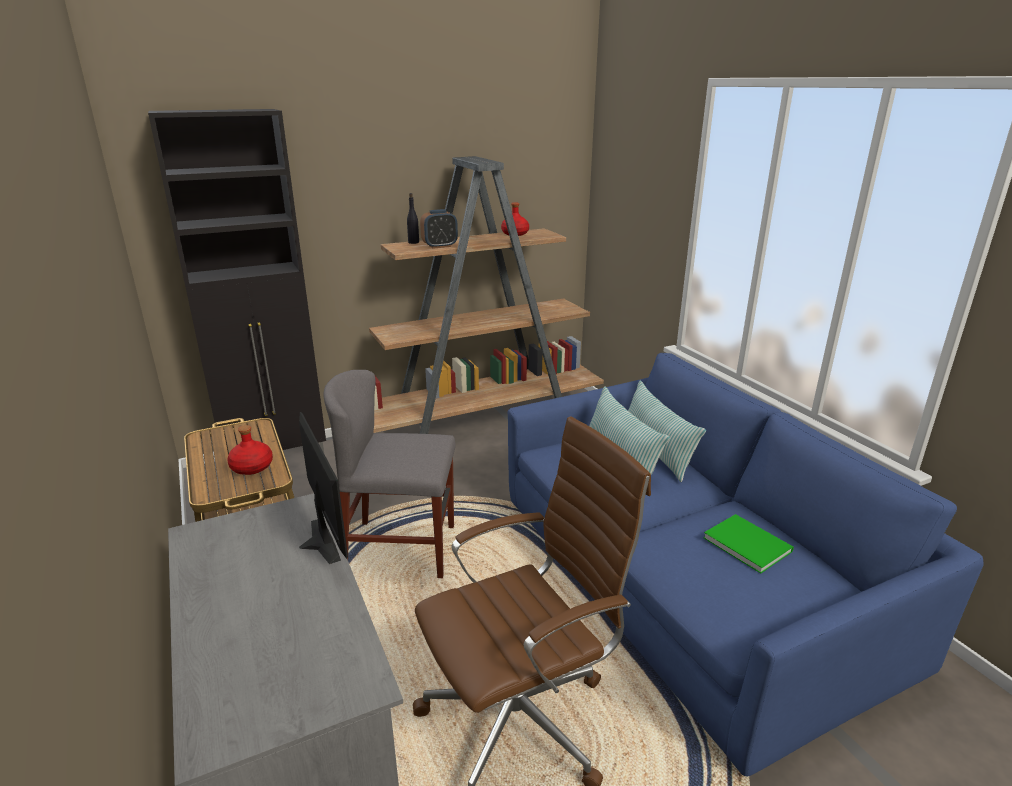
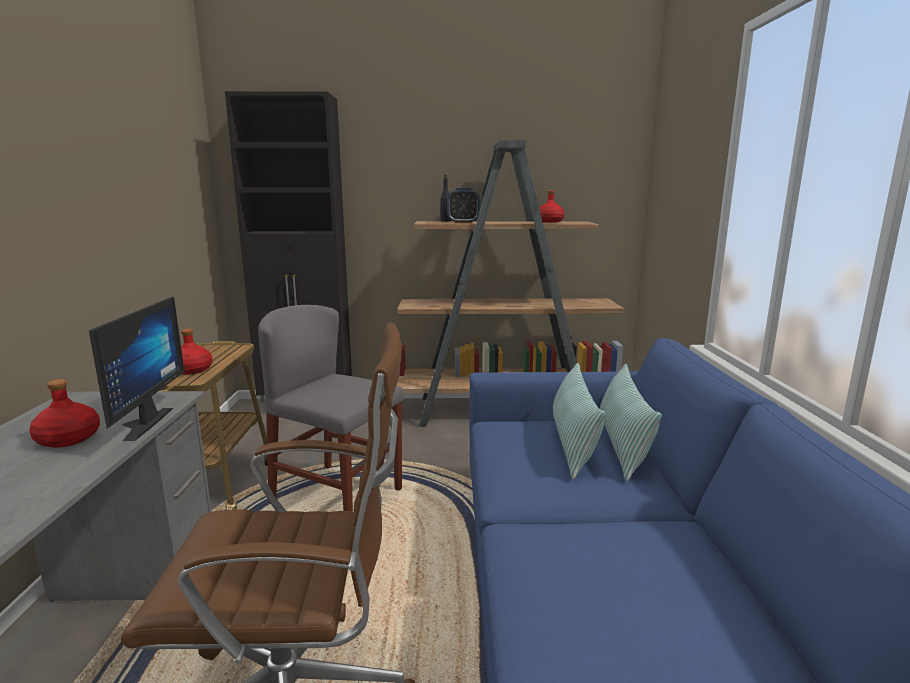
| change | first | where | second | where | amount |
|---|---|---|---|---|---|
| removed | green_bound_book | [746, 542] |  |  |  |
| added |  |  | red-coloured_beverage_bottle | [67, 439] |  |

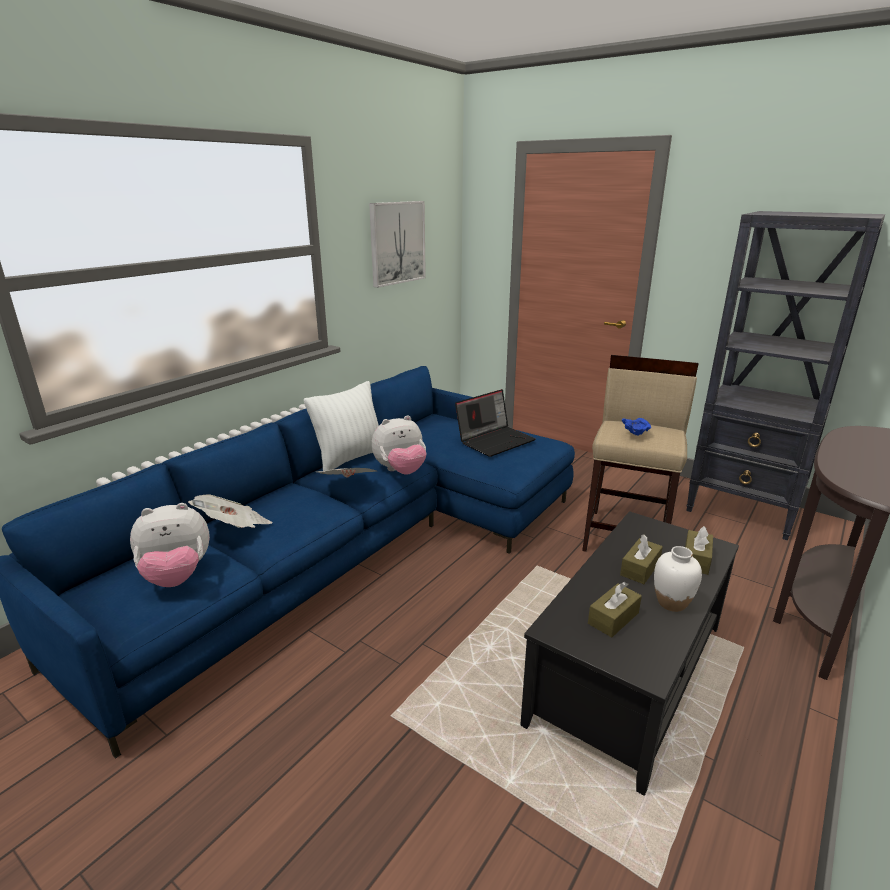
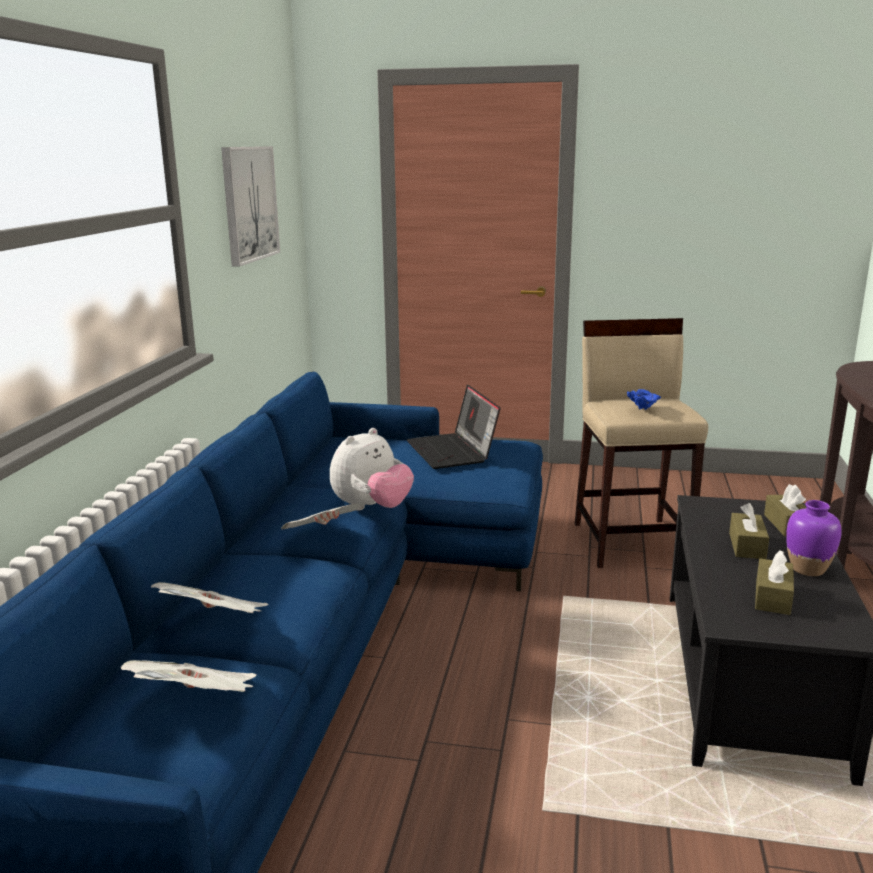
| change | first | where | second | where | amount |
|---|---|---|---|---|---|
| removed | black_shelving_unit | [743, 510] |  |  |  |
| removed | whitish_cushion | [350, 458] |  |  |  |
| turned | portable_computer | [495, 440] |  | [453, 452] | 135 degrees clockwise |
| replaced | cuddly_toy | [177, 576] | daily_paper | [199, 703] |  |
| recoloured | whitish_vase | [671, 603] | purplish_vase | [807, 569] |  |

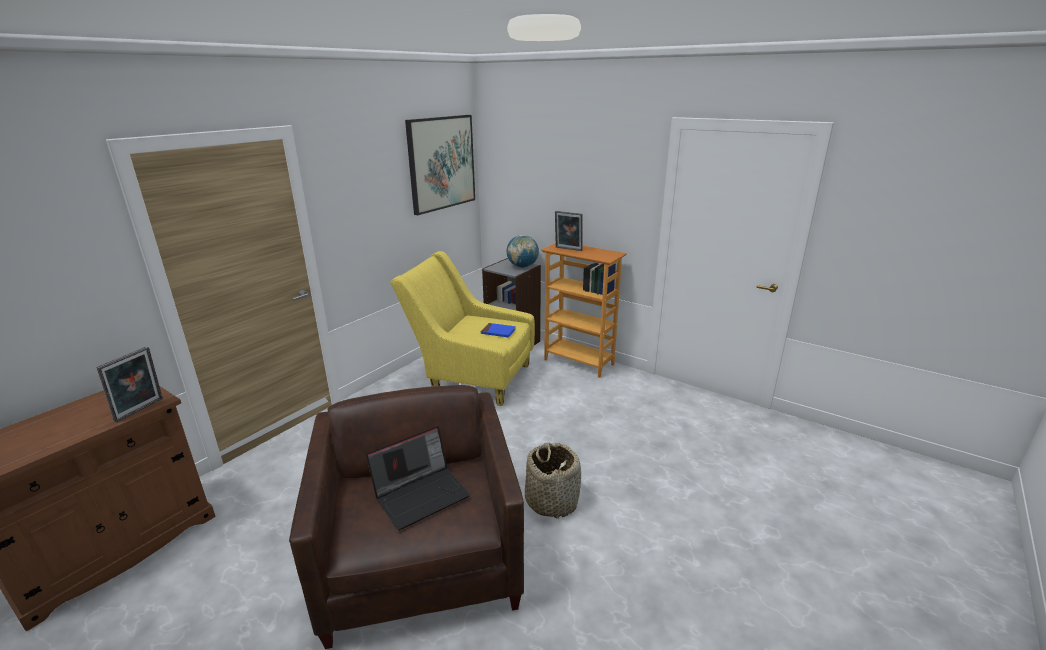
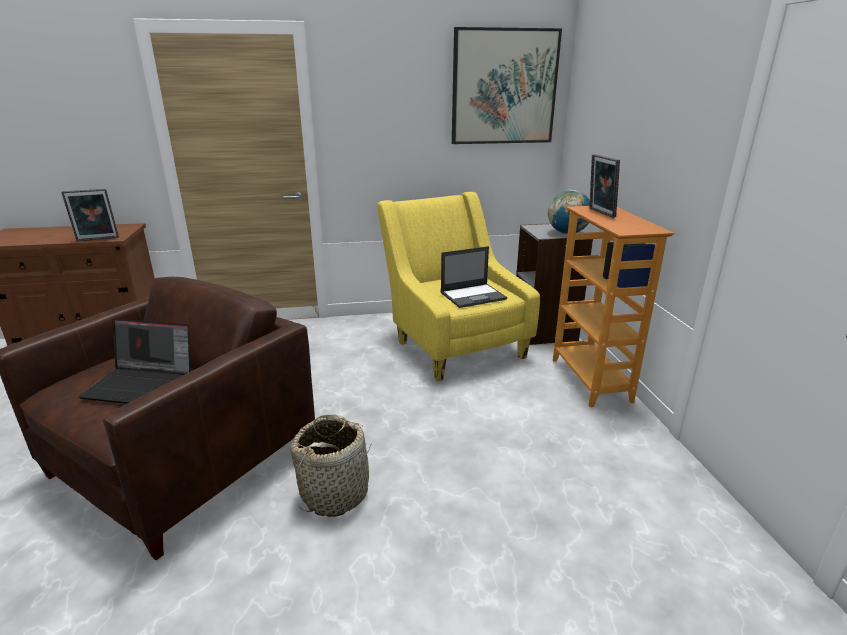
| change | first | where | second | where | amount |
|---|---|---|---|---|---|
| replaced | blue-coloured_bound_book | [498, 332] | portable_computer | [473, 295] |  |

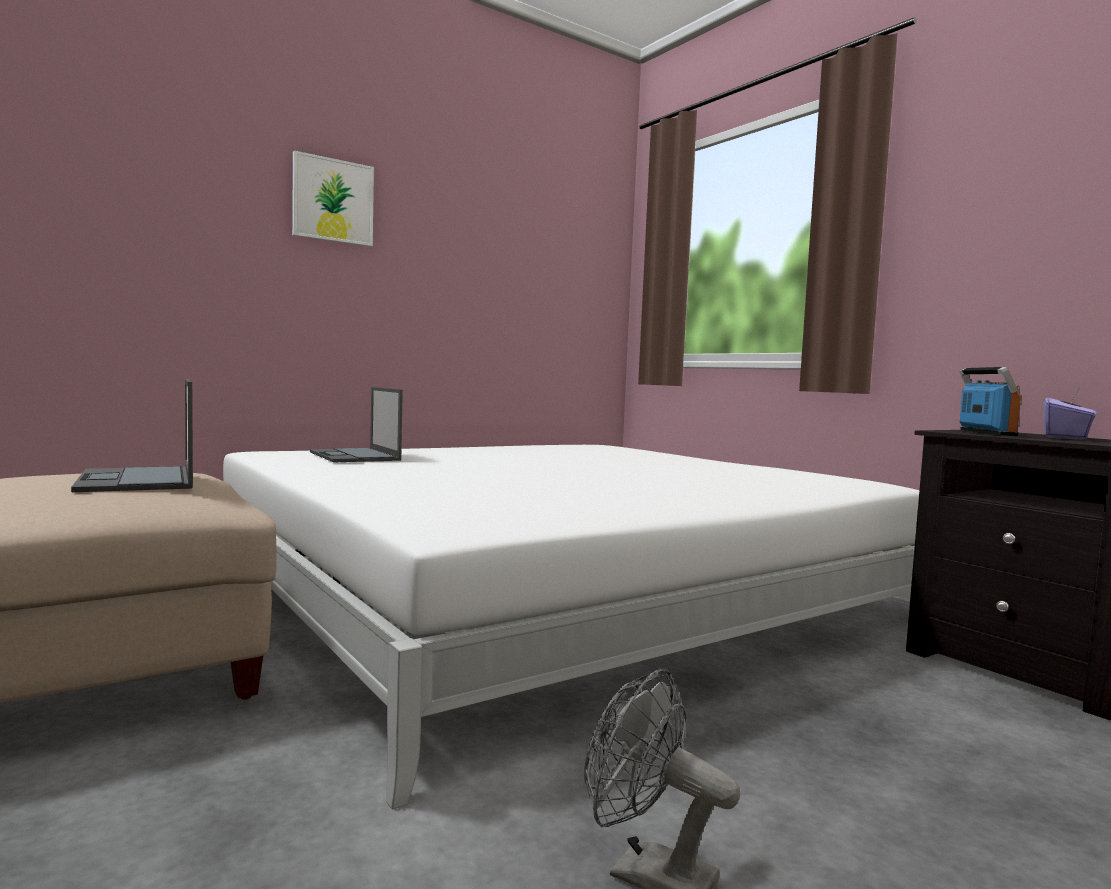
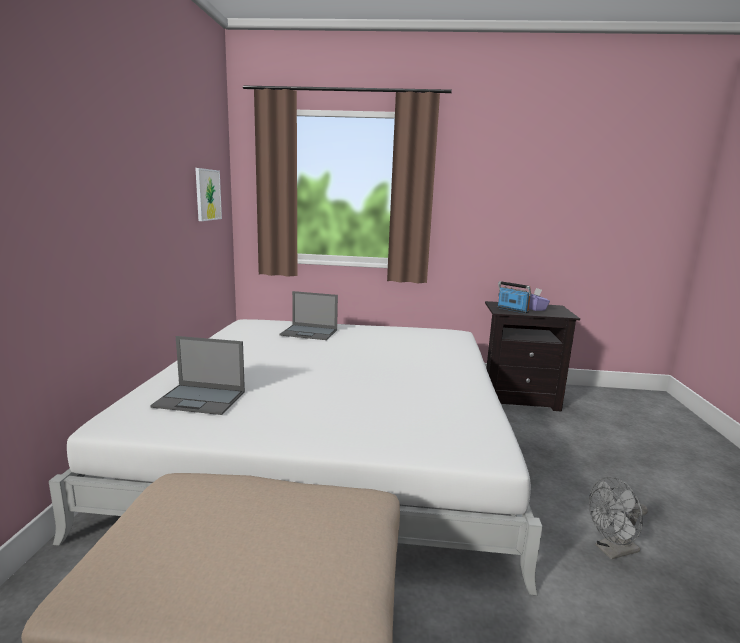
| change | first | where | second | where | amount |
|---|---|---|---|---|---|
| moved | wall_art | [333, 200] |  | [207, 194] |  |
| moved | portable_computer | [138, 480] |  | [309, 332] |  |

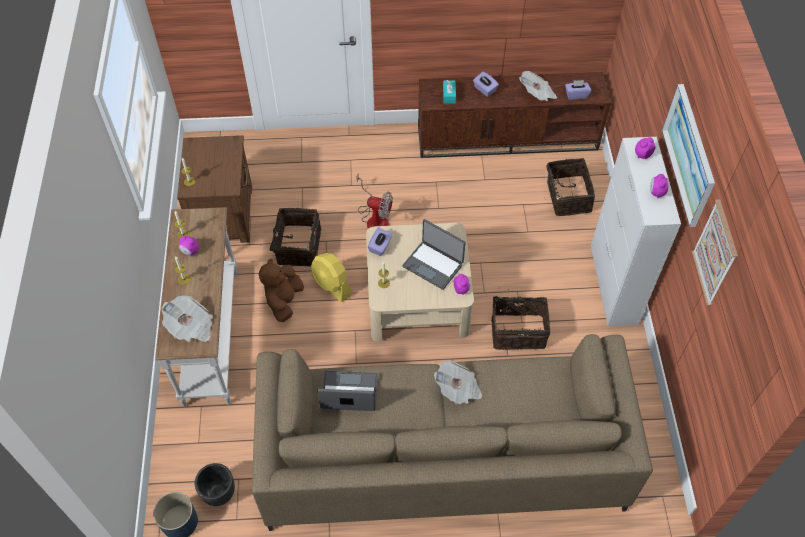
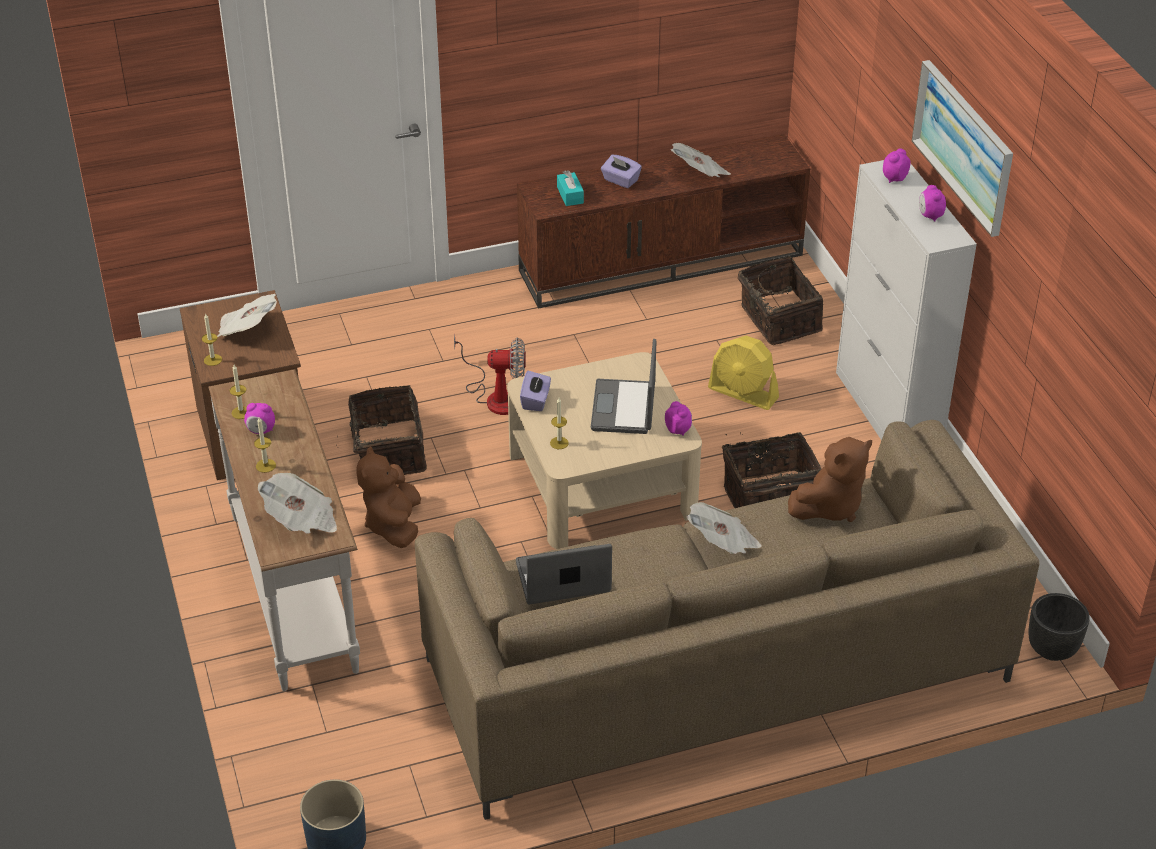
| change | first | where | second | where | amount |
|---|---|---|---|---|---|
| removed | purplish_tissue_holder | [576, 95] |  |  |  |
| removed | wall_art | [715, 253] |  |  |  |
| turned | portable_computer | [433, 265] |  | [625, 408] | 75 degrees clockwise |
| moved | yellow_cooling_fan | [331, 285] |  | [743, 393] |  |
| moved | black_planter | [218, 493] |  | [1052, 649] |  |
| added |  |  | daily_paper | [247, 329] |  |
| added |  |  | brownish_cuddly_toy | [830, 506] |  |

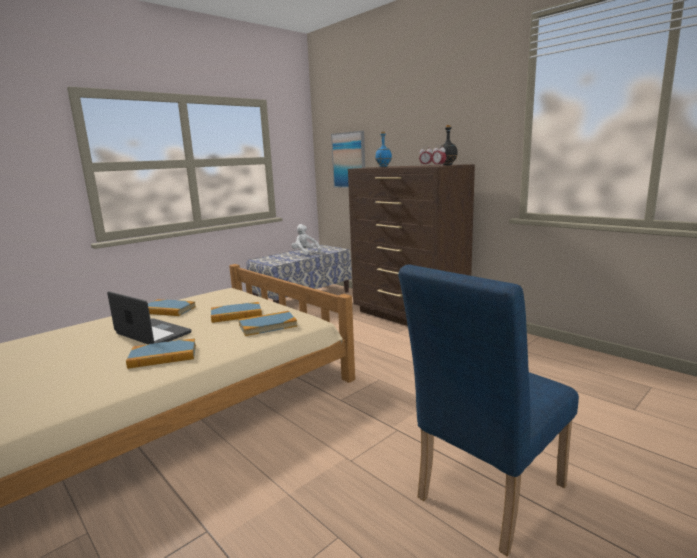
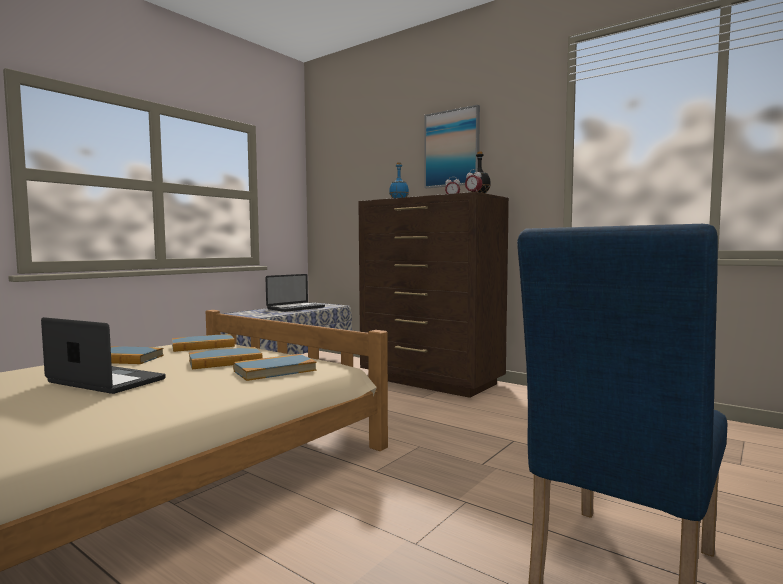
| change | first | where | second | where | amount |
|---|---|---|---|---|---|
| moved | wall_art | [349, 160] |  | [452, 148] |  |
| replaced | whitish_cuddly_toy | [305, 253] | portable_computer | [296, 308] |  |
| moved | bound_book | [163, 356] |  | [203, 346] |  |

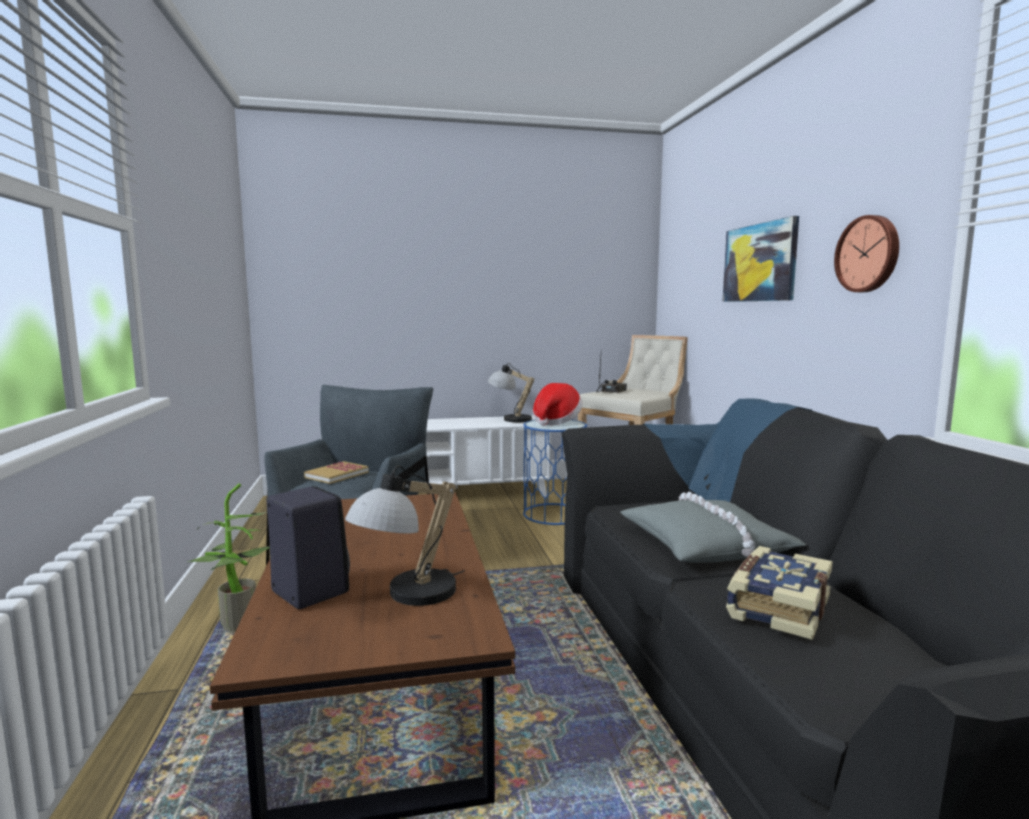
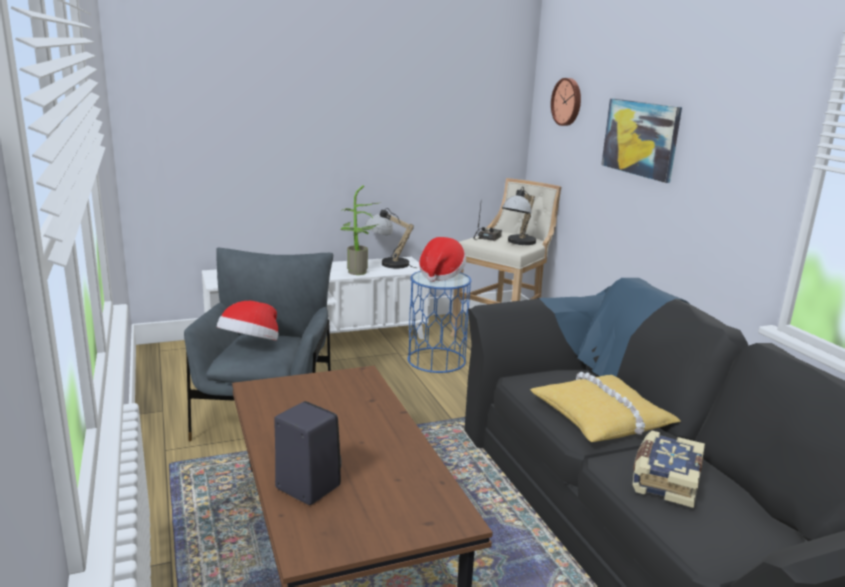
| change | first | where | second | where | amount |
|---|---|---|---|---|---|
| moved | wall_clock | [869, 254] |  | [567, 102] |  |
| replaced | bound_book | [337, 475] | clothing_hat | [250, 345] |  |
| moved | tabletop_lamp | [408, 597] |  | [518, 243] |  |
| moved | plant_in_a_pot | [236, 628] |  | [357, 273] |  |
| recoloured | grey_cushion | [706, 544] | yellow_cushion | [601, 418] |  |

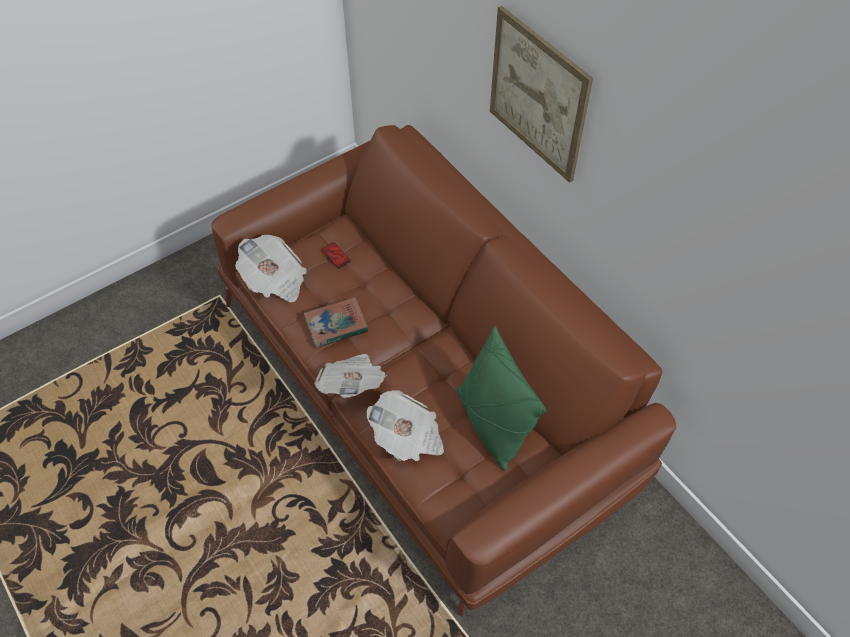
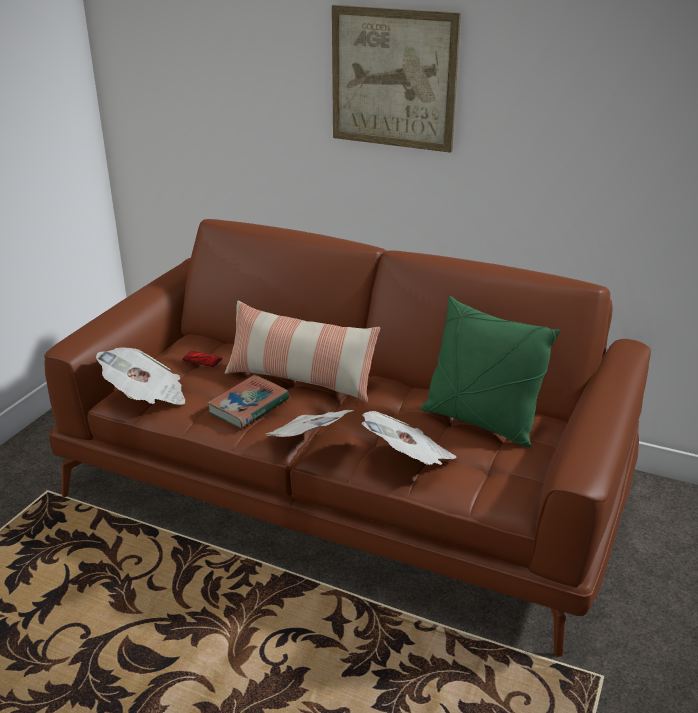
| change | first | where | second | where | amount |
|---|---|---|---|---|---|
| added |  |  | cushion | [300, 379] |  |

